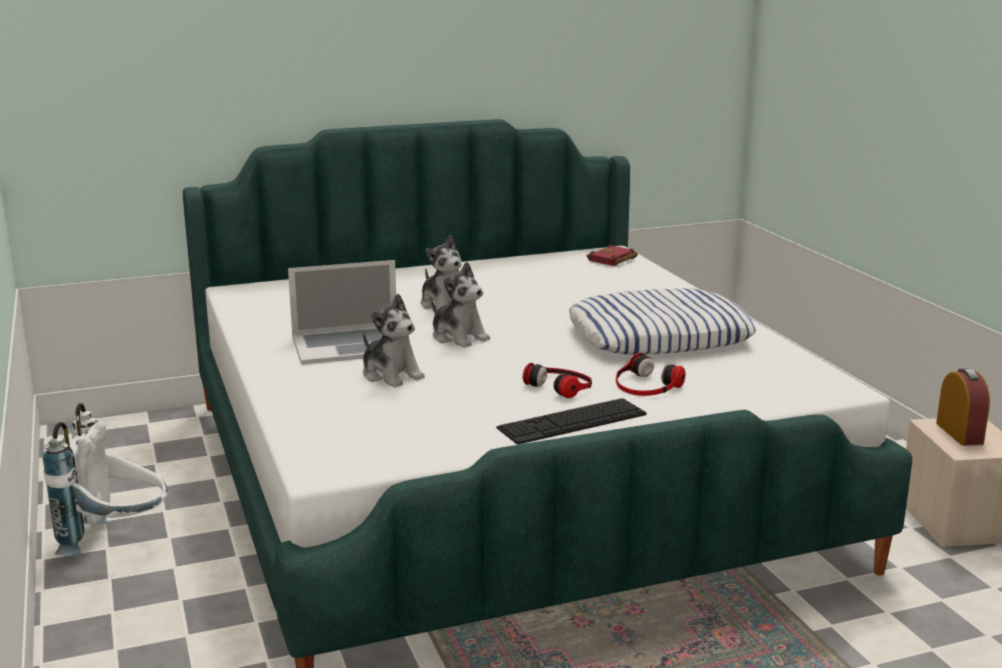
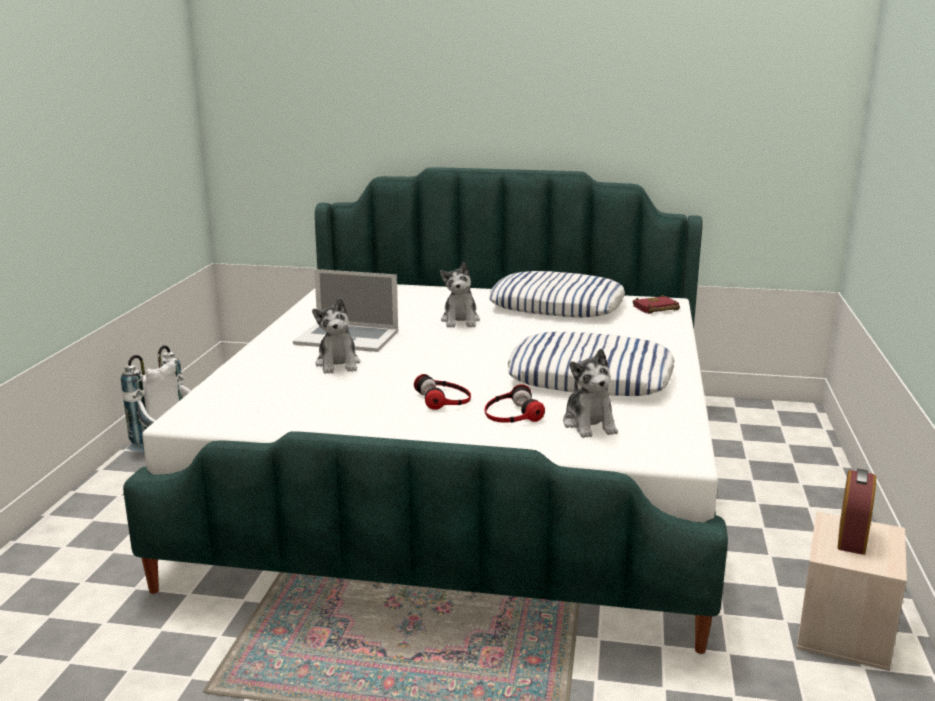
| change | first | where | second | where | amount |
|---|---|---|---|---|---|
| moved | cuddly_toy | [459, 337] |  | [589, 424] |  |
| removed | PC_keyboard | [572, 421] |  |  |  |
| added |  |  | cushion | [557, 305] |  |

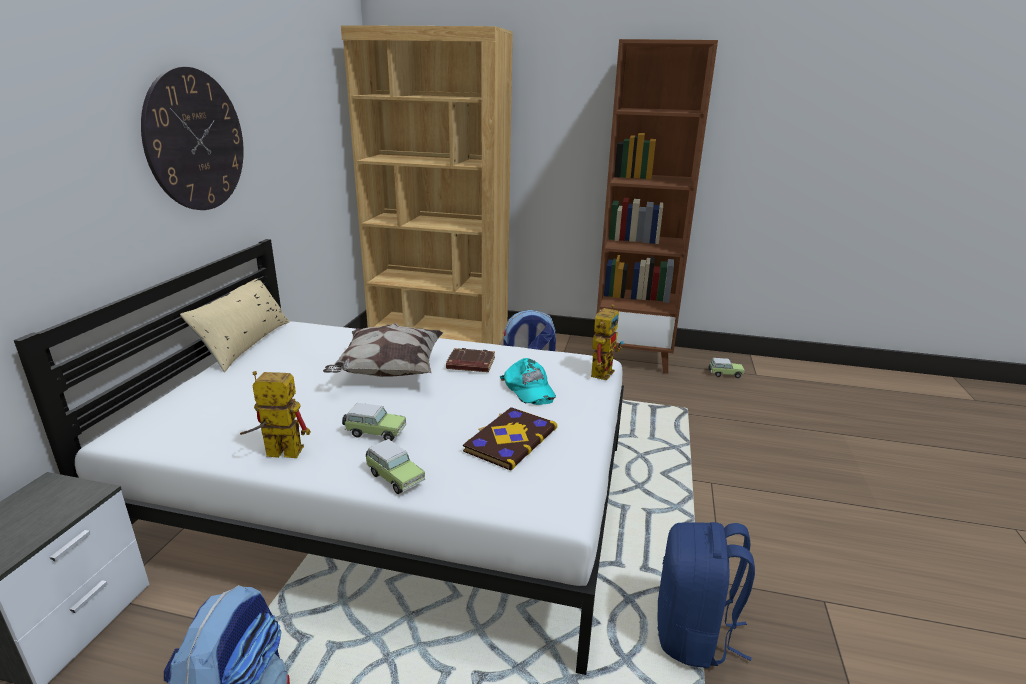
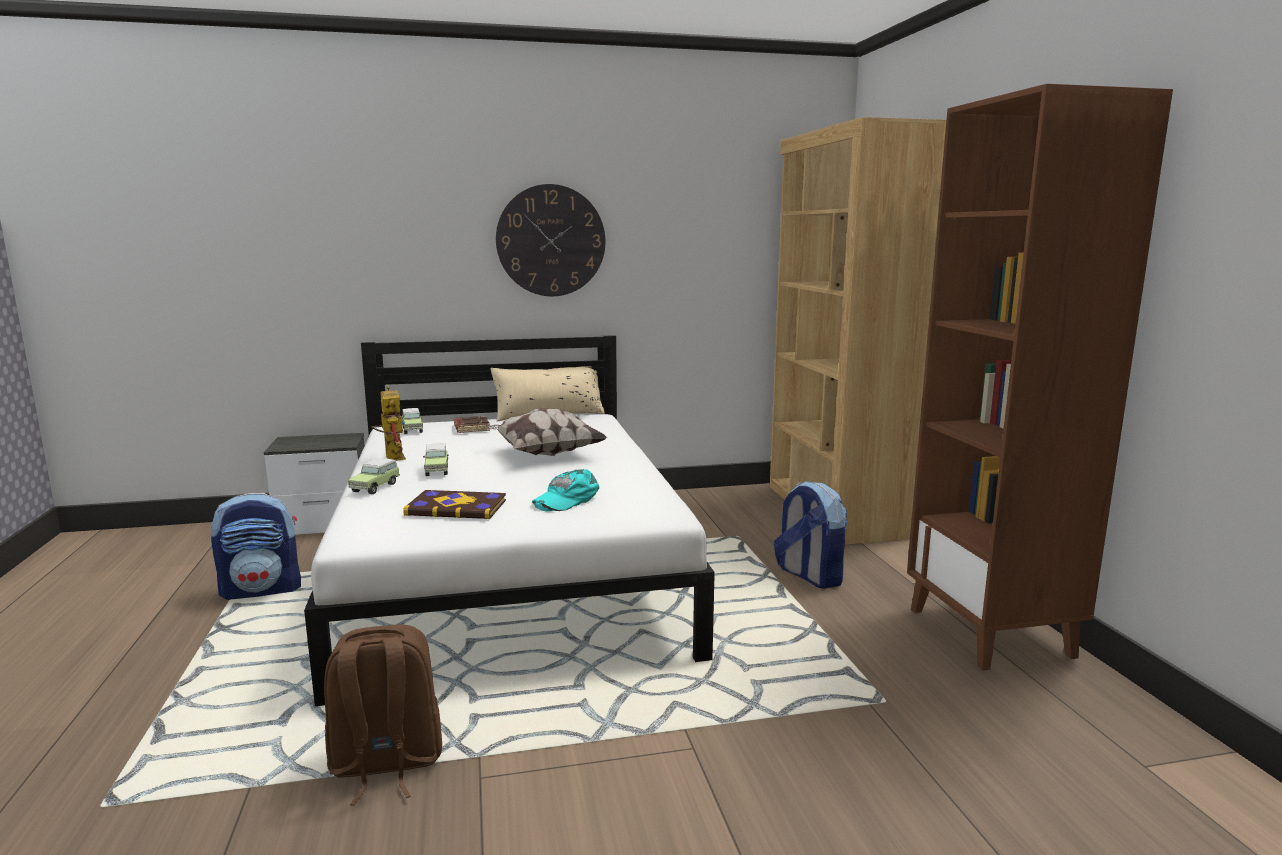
| change | first | where | second | where | amount |
|---|---|---|---|---|---|
| removed | model_robot | [602, 370] |  |  |  |
| moved | brownish_bound_book | [470, 364] |  | [471, 428] |  |
| moved | miniature_car | [724, 374] |  | [412, 429] |  |
| recoloured | blue-coloured_backpack | [693, 634] | brownish_backpack | [385, 764] |  |

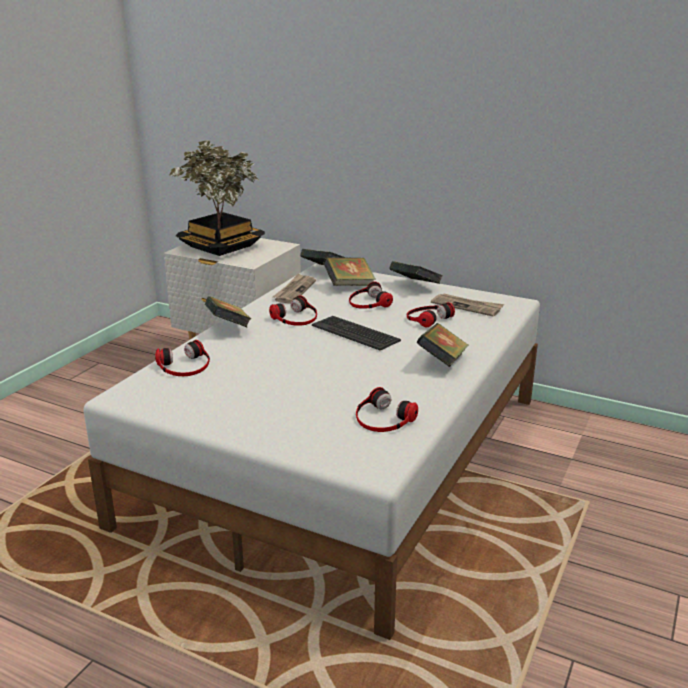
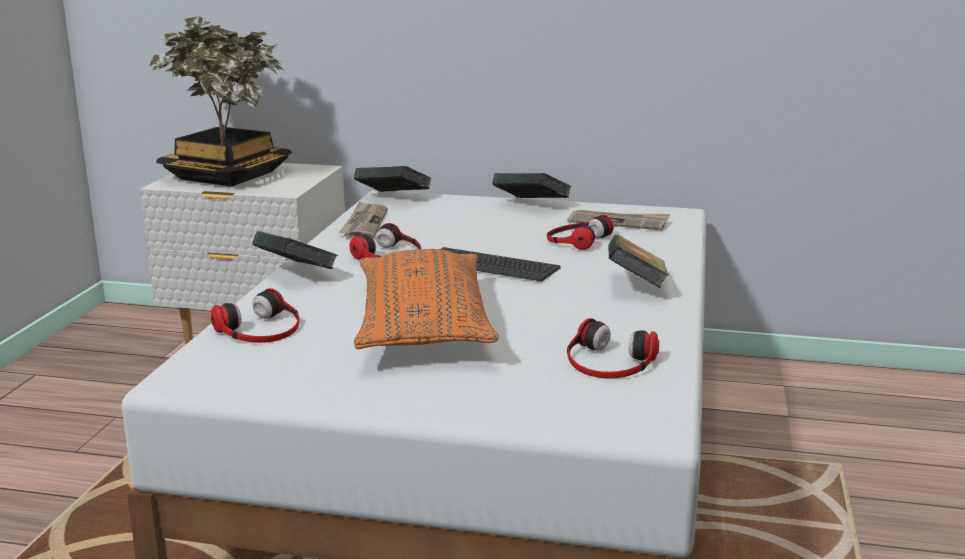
| change | first | where | second | where | amount |
|---|---|---|---|---|---|
| removed | bound_book | [349, 285] |  |  |  |
| removed | pair_of_headphones | [368, 302] |  |  |  |
| added |  |  | orange-coloured_cushion | [423, 325] |  |

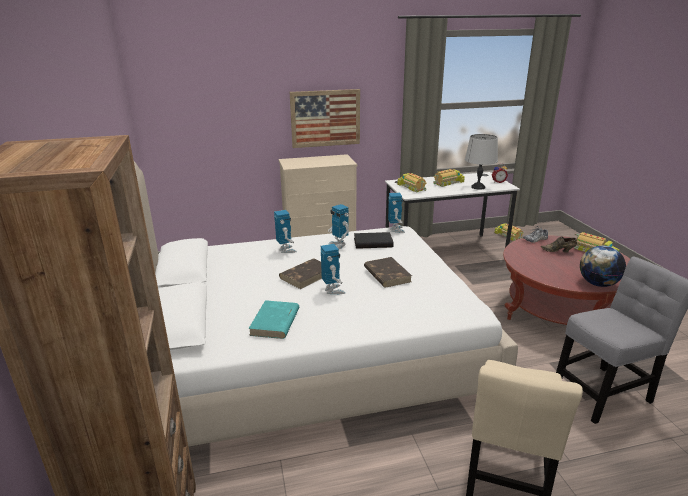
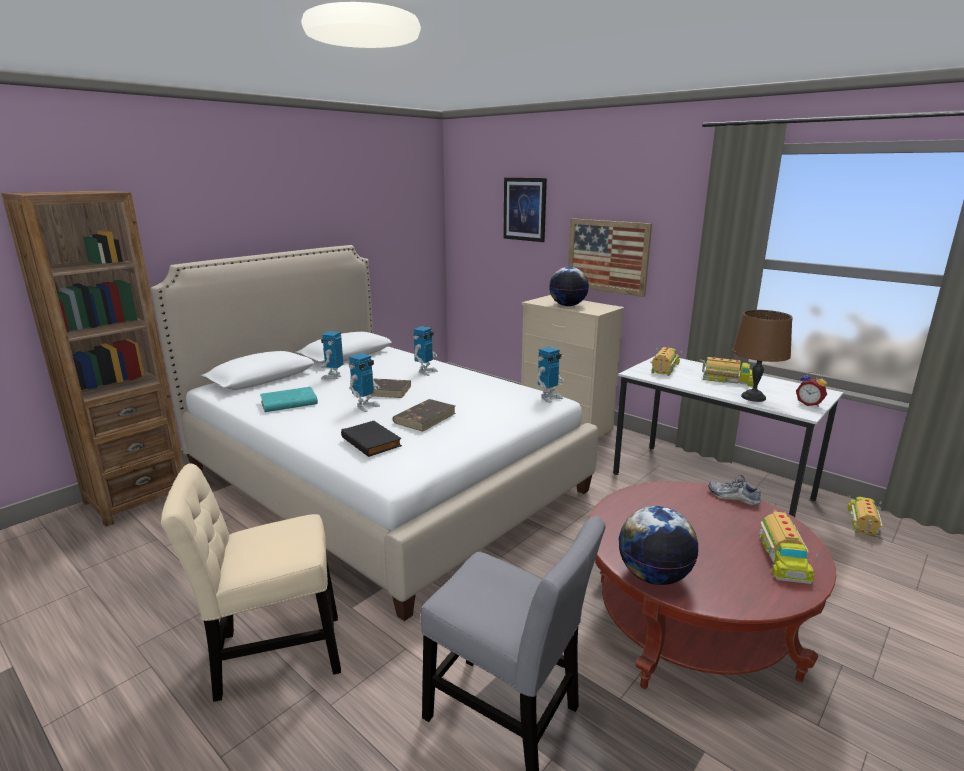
| change | first | where | second | where | amount |
|---|---|---|---|---|---|
| recoloured | grey_tabletop_lamp | [477, 187] | brownish_tabletop_lamp | [753, 397] |  |
| moved | model_robot | [339, 245] |  | [333, 377] |  |
| moved | black_bound_book | [373, 242] |  | [372, 441] |  |
| removed | brownish_low_shoe | [558, 251] |  |  |  |
| added |  |  | wall_art | [525, 209] |  |
| added |  |  | globe | [568, 305] |  |

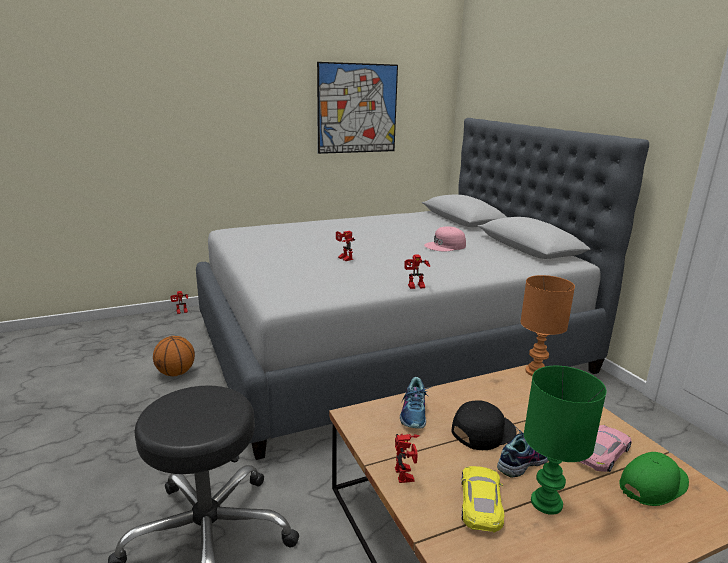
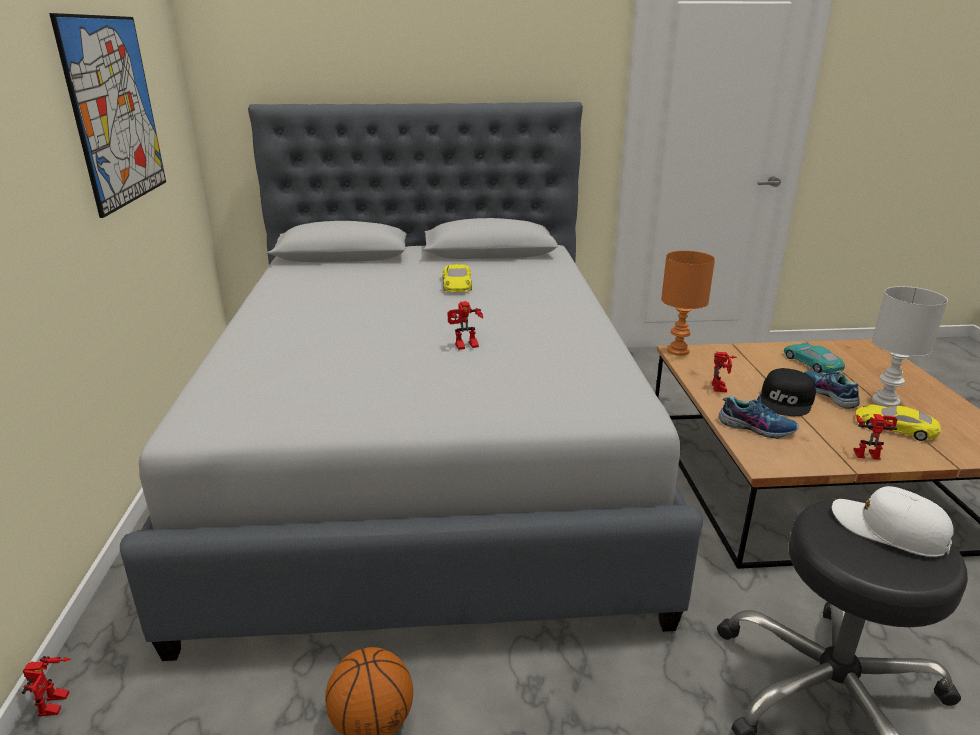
| change | first | where | second | where | amount |
|---|---|---|---|---|---|
| replaced | pink-coloured_baseball_cap | [445, 246] | yellow_miniature_car | [457, 284] |  |
| moved | model_robot | [415, 287] |  | [722, 388] |  |
| recoloured | green_tabletop_lamp | [545, 502] | whitish_tabletop_lamp | [885, 401] |  |
| turned | black_baseball_cap | [482, 431] |  | [786, 401] | 135 degrees counterclockwise |
| recoloured | pink-coloured_miniature_car | [602, 453] | turquoise_miniature_car | [812, 363] |  |
| removed | green_baseball_cap | [653, 485] |  |  |  |
| added |  |  | whitish_baseball_cap | [888, 530] |  |

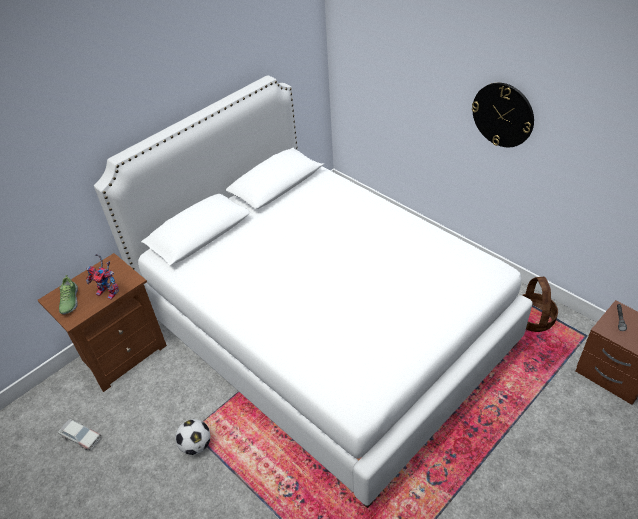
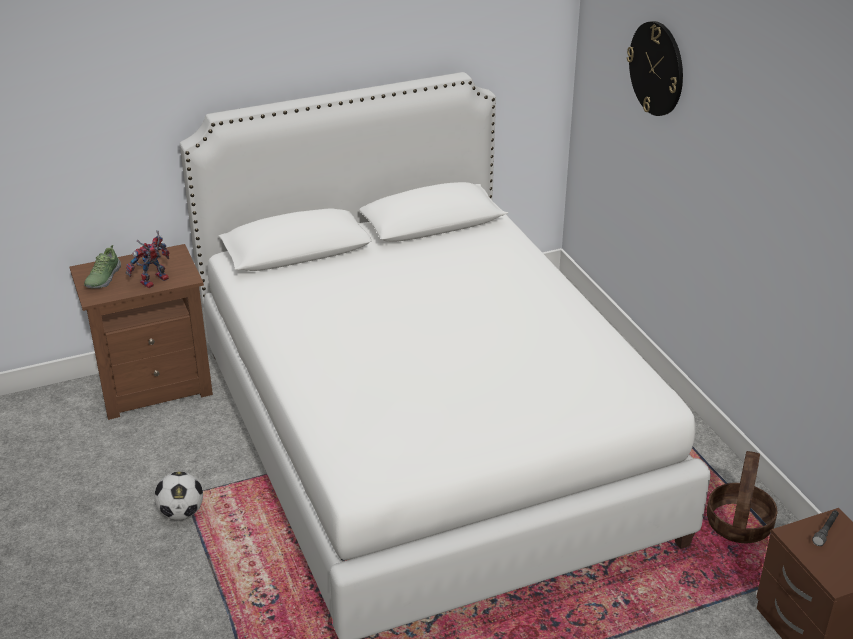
| change | first | where | second | where | amount |
|---|---|---|---|---|---|
| moved | wall_clock | [503, 115] |  | [657, 68] |  |
| turned | model_robot | [110, 292] |  | [153, 282] | 90 degrees clockwise |
| removed | miniature_car | [80, 436] |  |  |  |

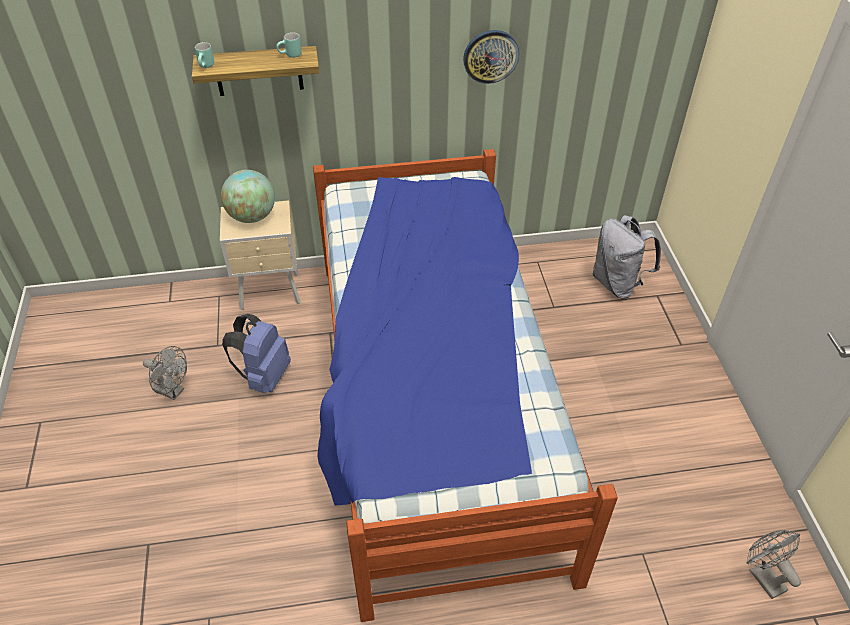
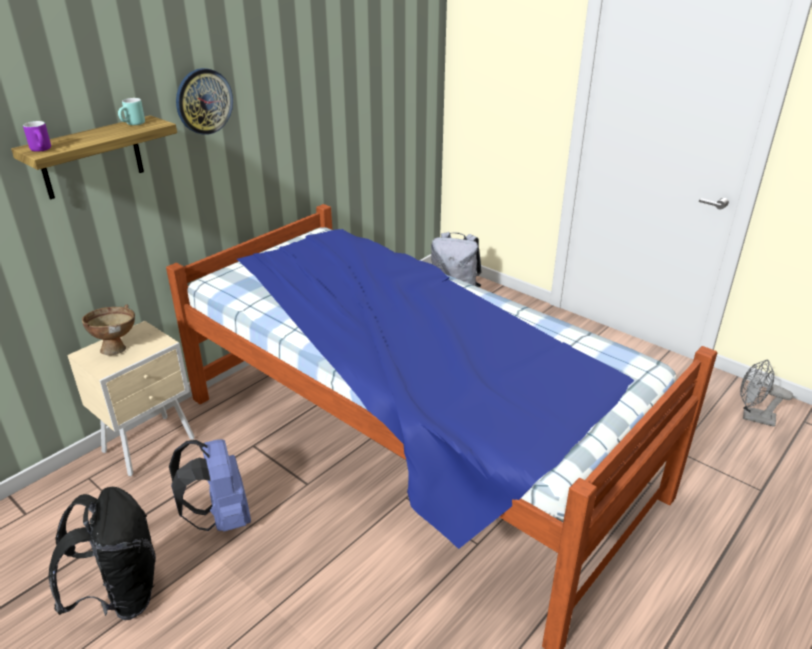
| change | first | where | second | where | amount |
|---|---|---|---|---|---|
| moved | wall_clock | [490, 56] |  | [203, 101] |  |
| recoloured | turquoise_tea_mug | [206, 66] | purplish_tea_mug | [43, 150] |  |
| replaced | globe | [252, 216] | brownish_serving_bowl | [117, 347] |  |
| replaced | grey_cooling_fan | [173, 391] | black_backpack | [121, 594] |  |

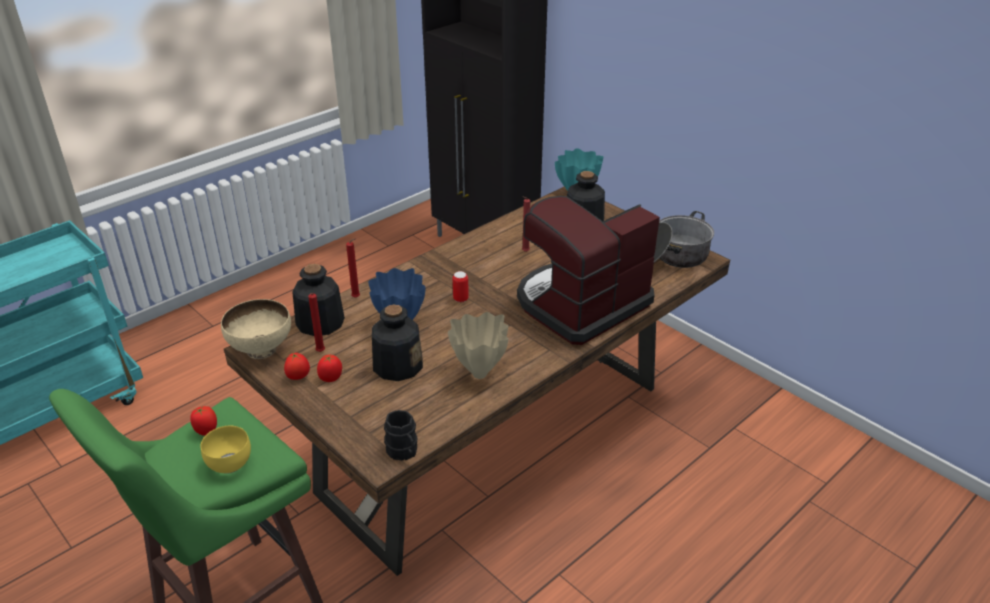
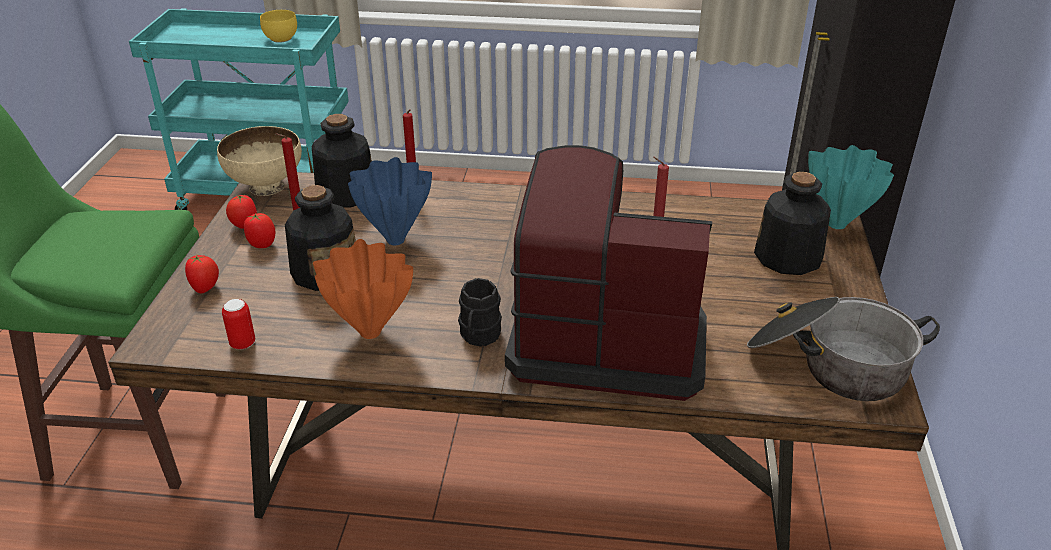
| change | first | where | second | where | amount |
|---|---|---|---|---|---|
| moved | can | [460, 299] |  | [243, 344] |  |
| recoloured | sand-coloured_vase | [478, 375] | orange-coloured_vase | [368, 332] |  |
| moved | fresh_tomato | [206, 431] |  | [205, 288] |  |
| moved | black_tea_mug | [404, 452] |  | [478, 337] |  |
| moved | yellow_serving_bowl | [228, 465] |  | [279, 39] |  |

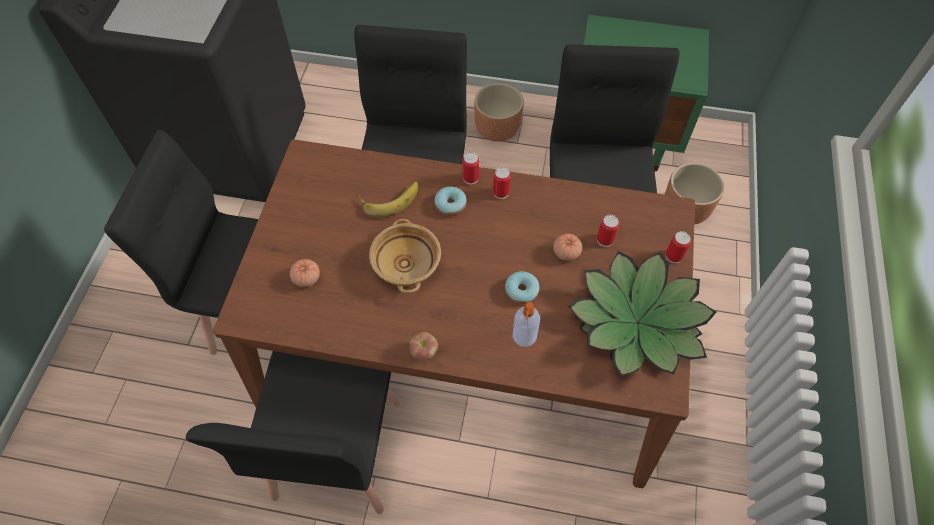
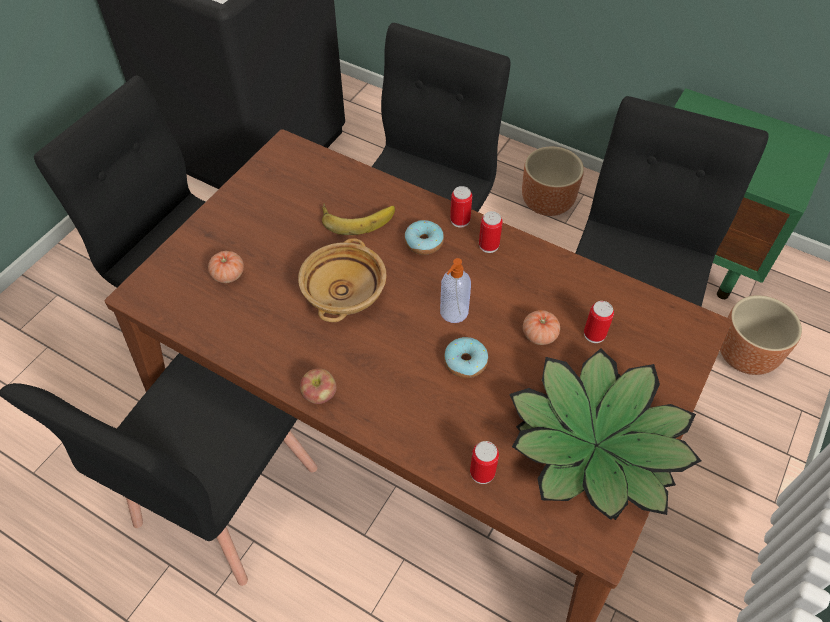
| change | first | where | second | where | amount |
|---|---|---|---|---|---|
| moved | can | [673, 256] |  | [482, 472] |  |
| moved | soap_dispenser | [524, 337] |  | [453, 312] |  |

